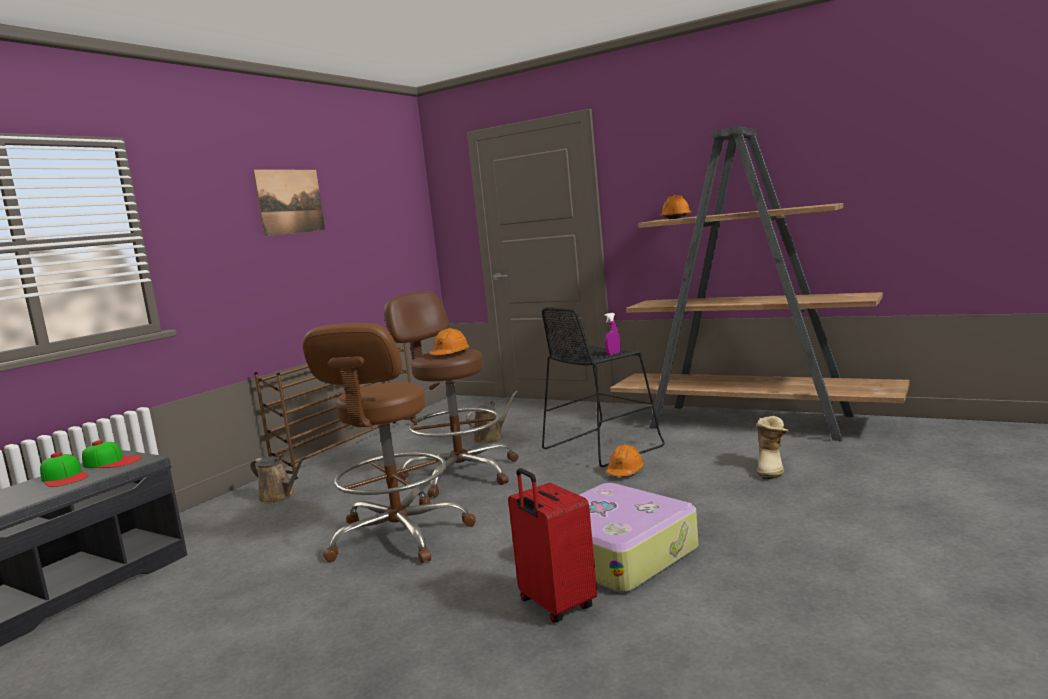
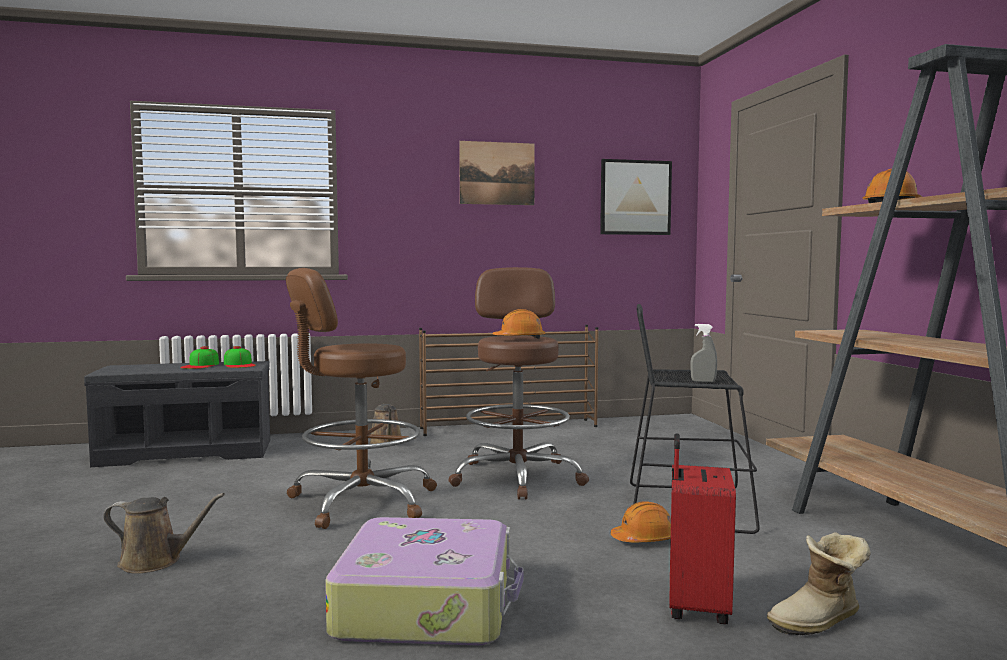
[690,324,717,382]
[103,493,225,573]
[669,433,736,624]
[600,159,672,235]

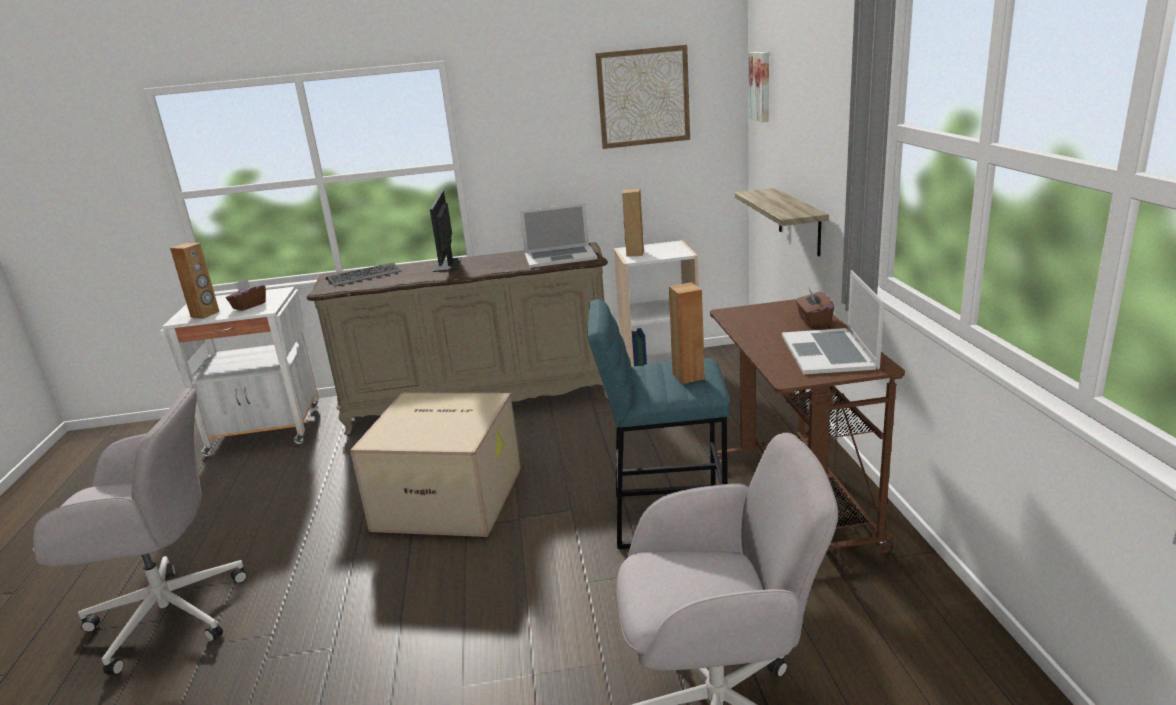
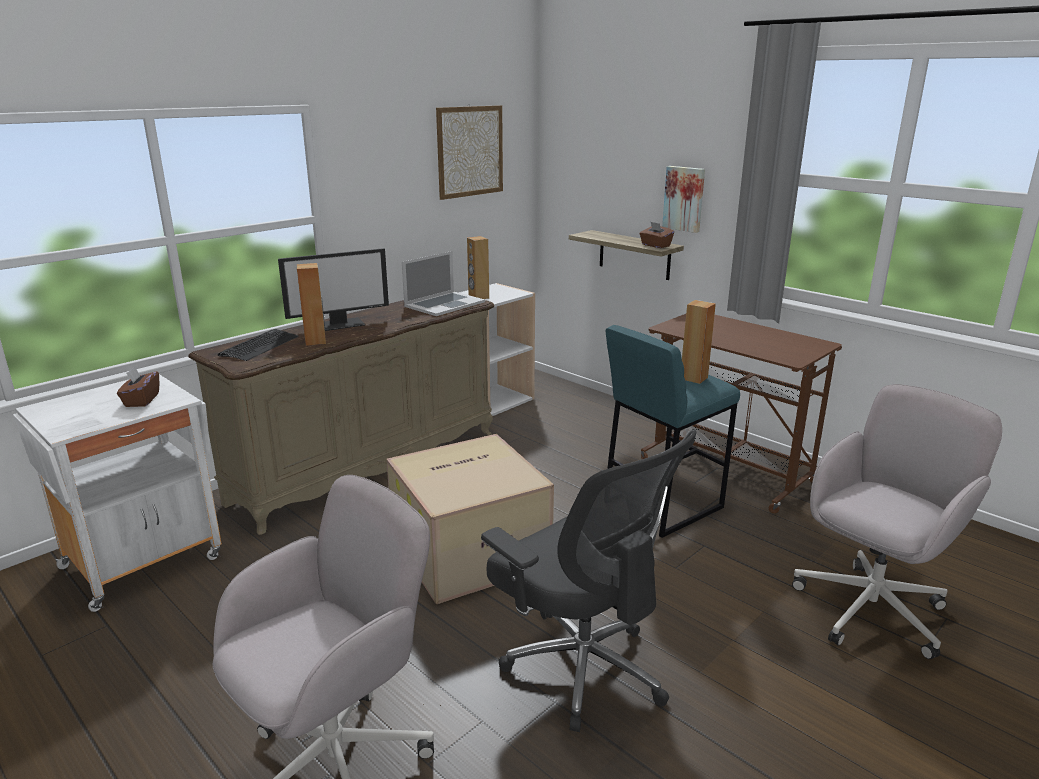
[662,166,705,233]
[278,248,389,331]
[297,263,326,346]
[782,270,884,374] (first image)
[639,221,674,248]
[481,429,697,732]

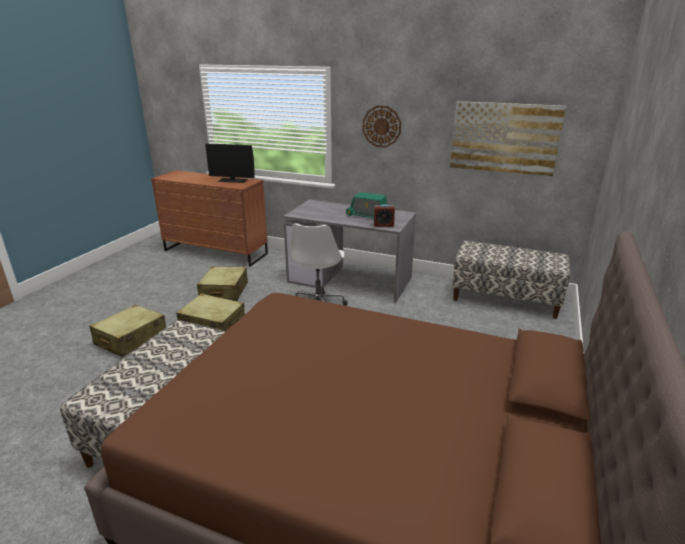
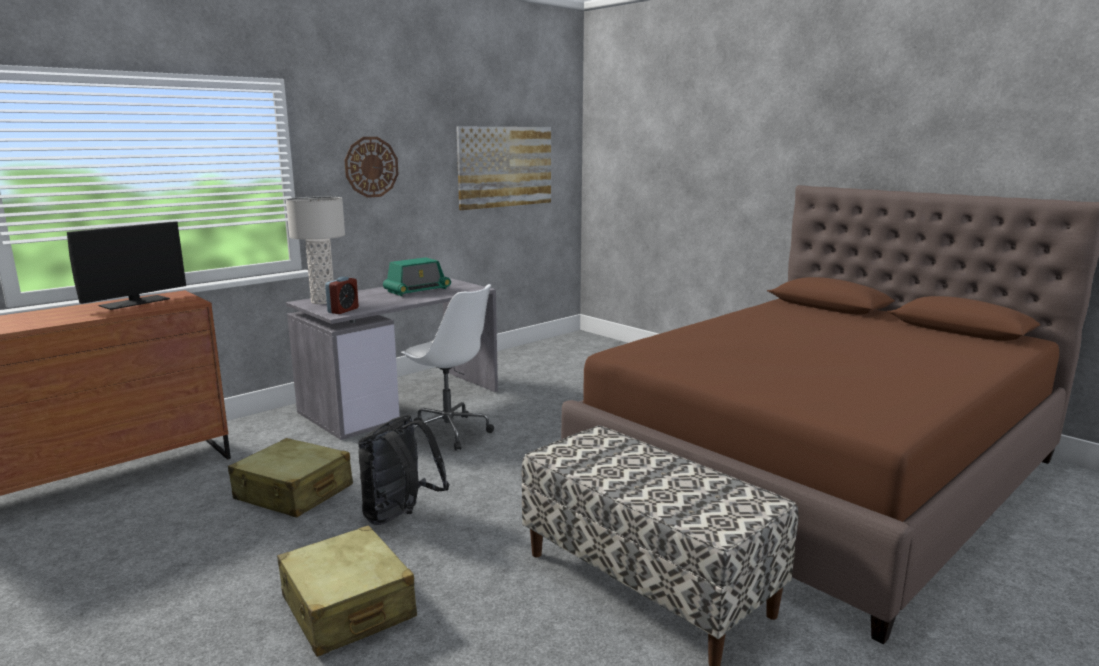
[325,277,359,314]
[452,240,570,319] (first image)
[358,415,449,525]
[286,196,345,304]

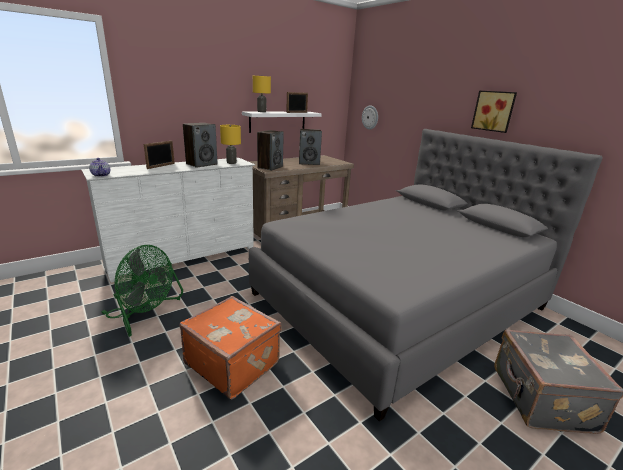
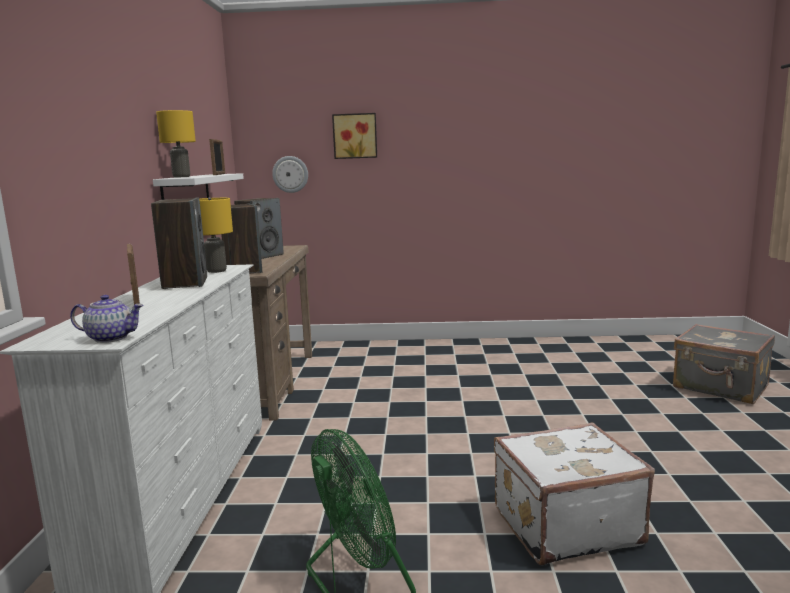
[332,113,377,159]
[249,129,603,422] (first image)
[494,422,655,566]

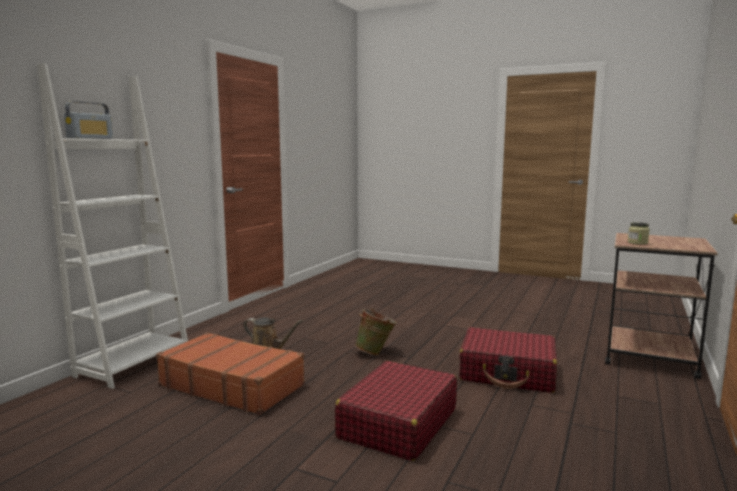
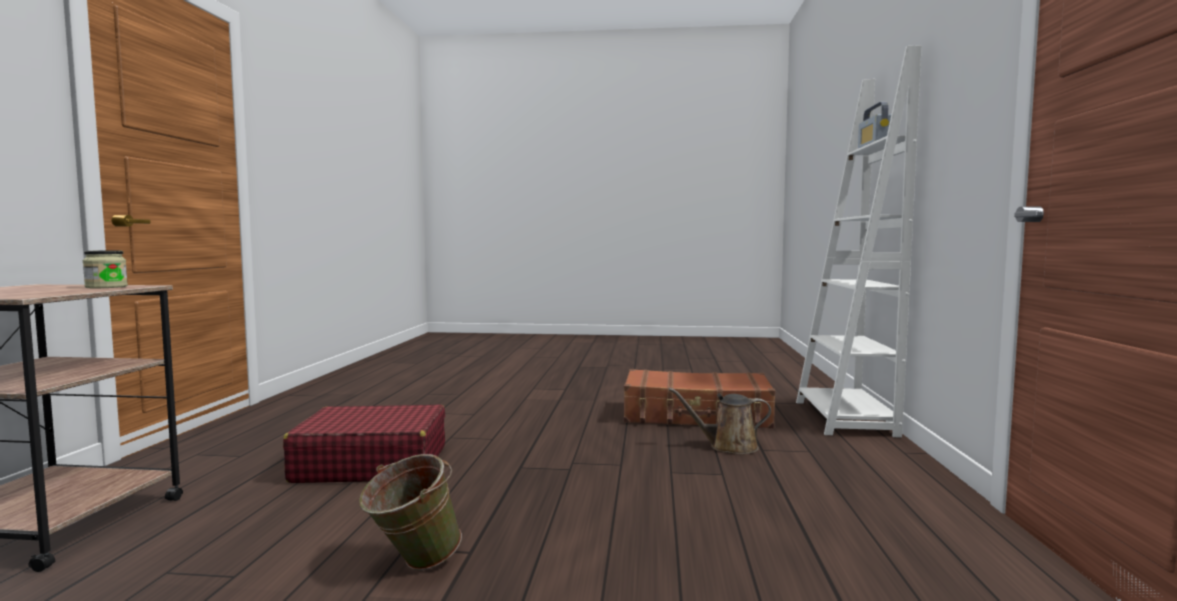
[359,454,462,570]
[335,361,457,461] (first image)

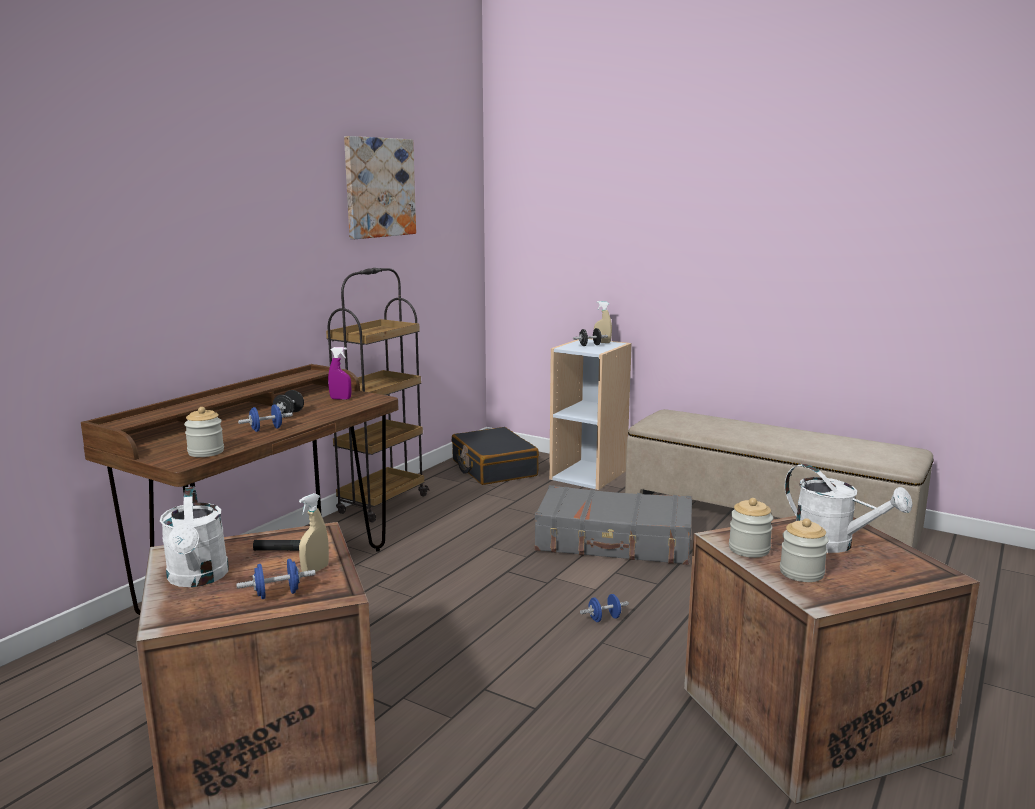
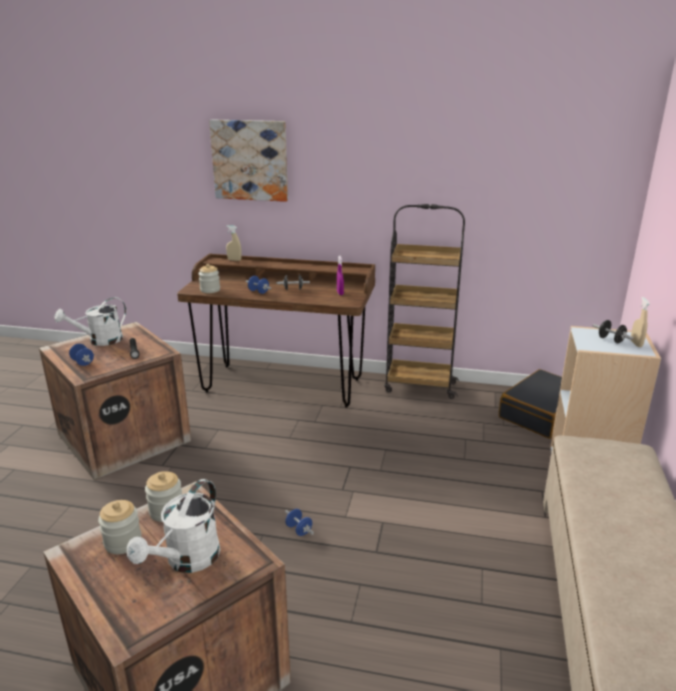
[209,120,288,202]
[535,485,692,565] (first image)
[226,225,242,261]

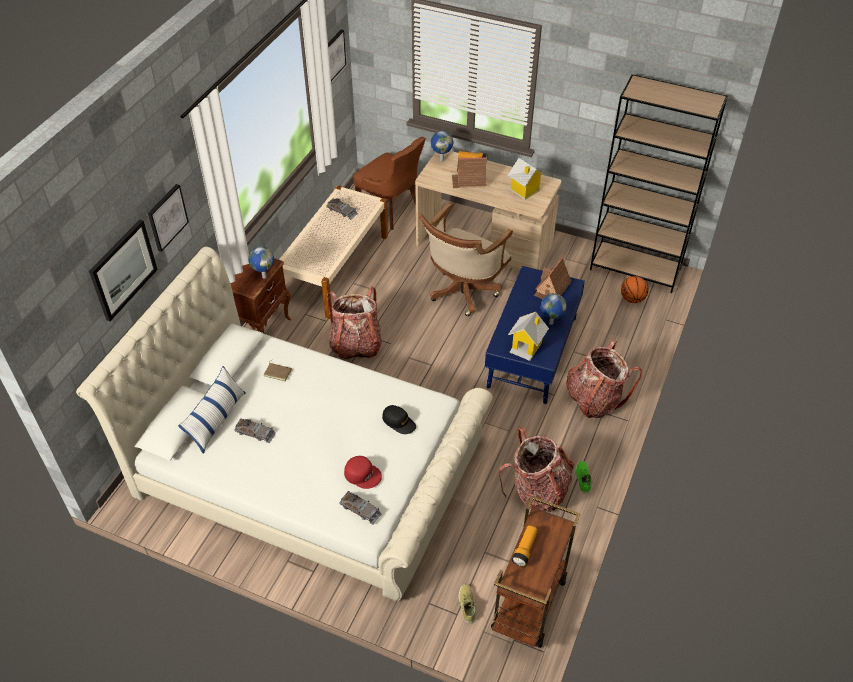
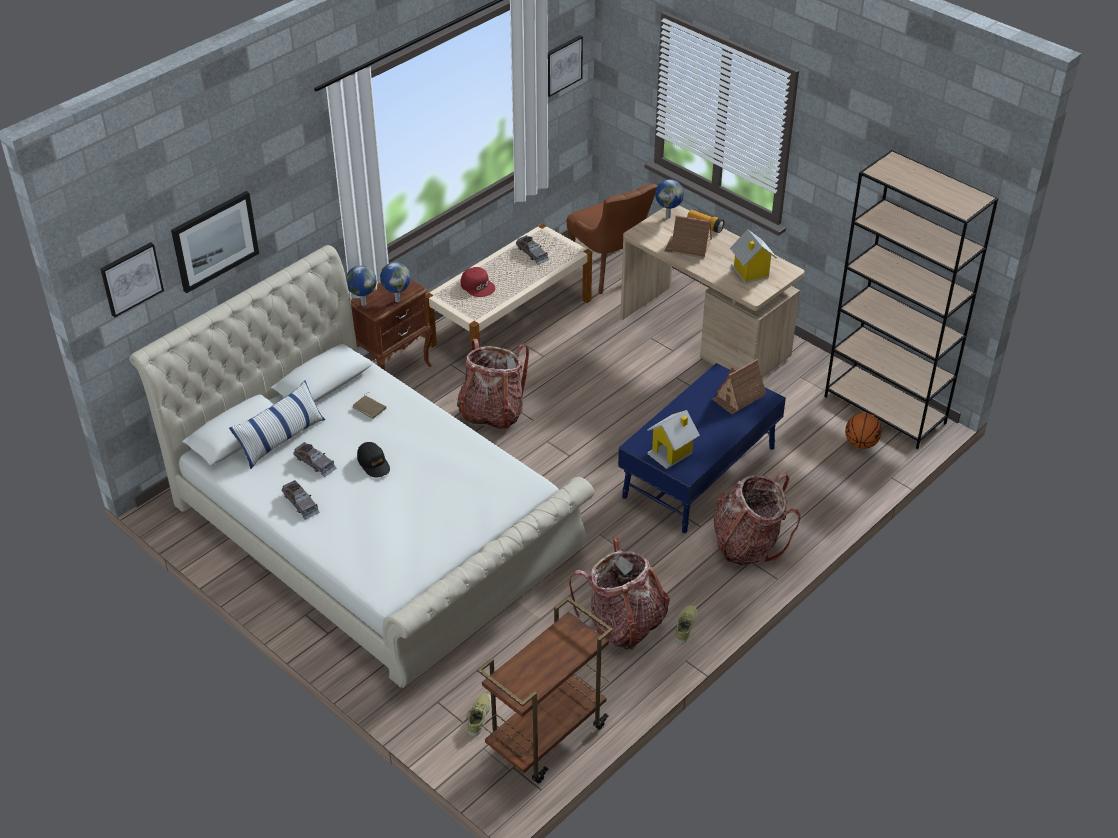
[100,242,164,317]
[418,203,513,316] (first image)
[346,265,377,306]
[357,442,390,477]
[461,267,495,297]
[675,605,697,643]
[282,480,320,520]
[511,525,538,567] (first image)

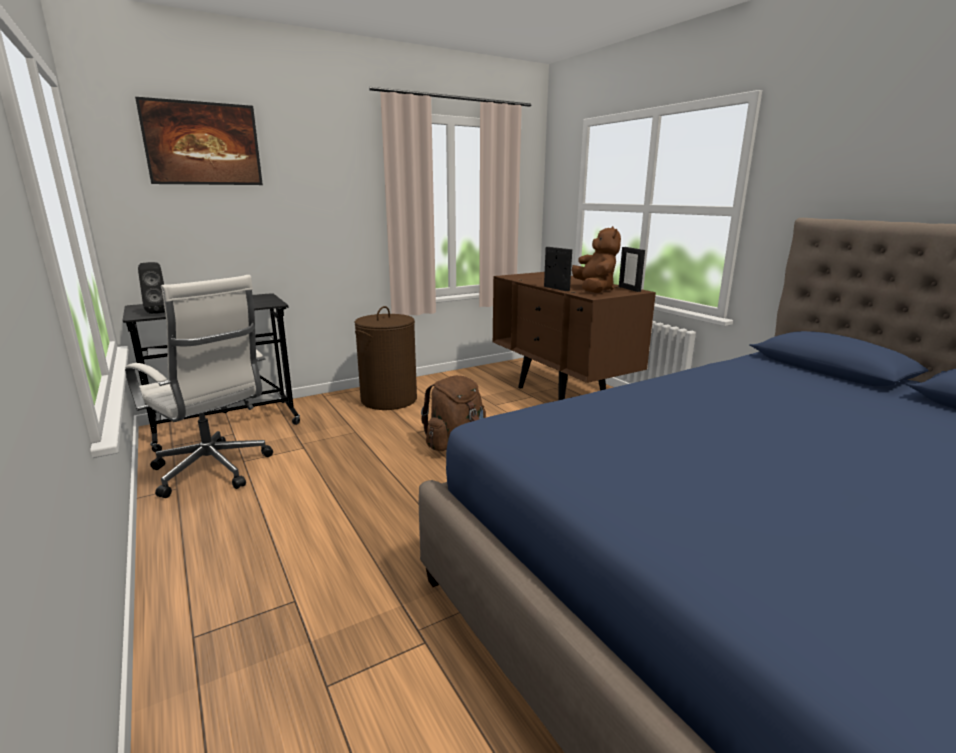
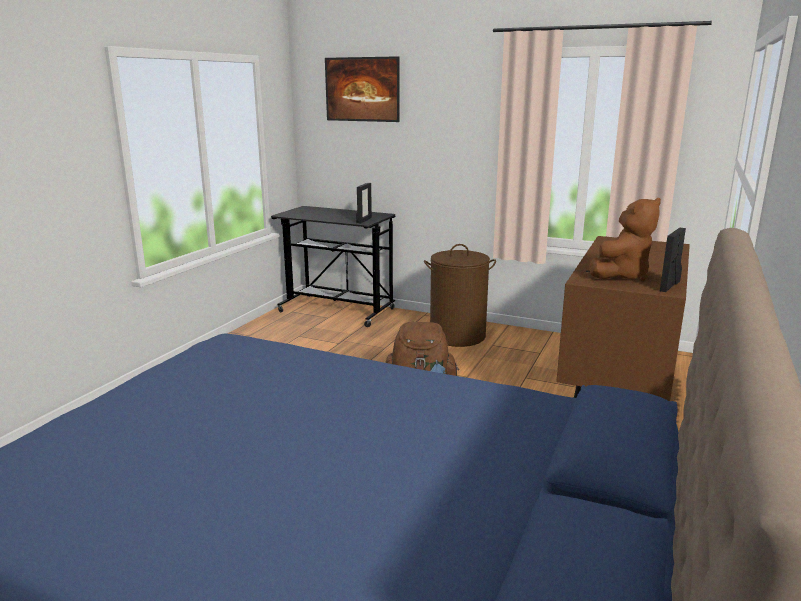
[356,183,372,223]
[138,262,165,314] (first image)
[125,275,273,498] (first image)

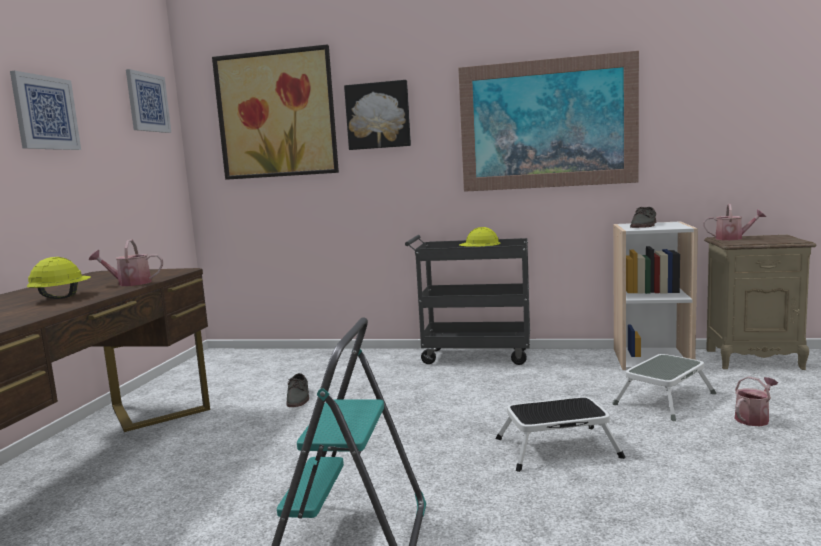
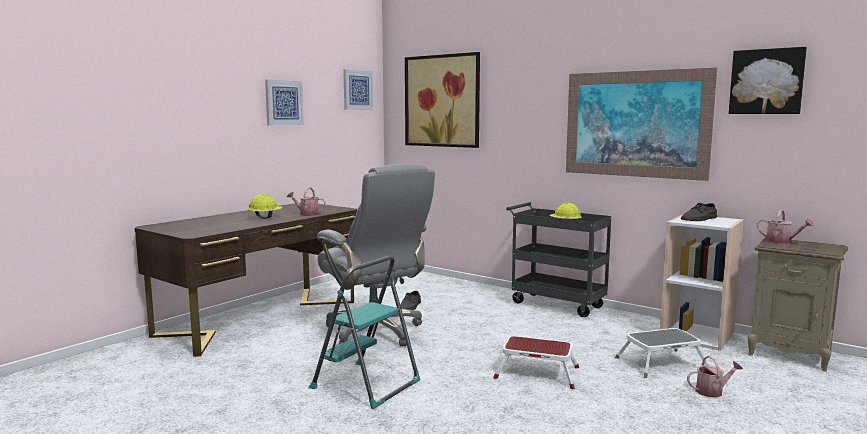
[729,47,807,114]
[493,336,579,389]
[317,164,435,347]

